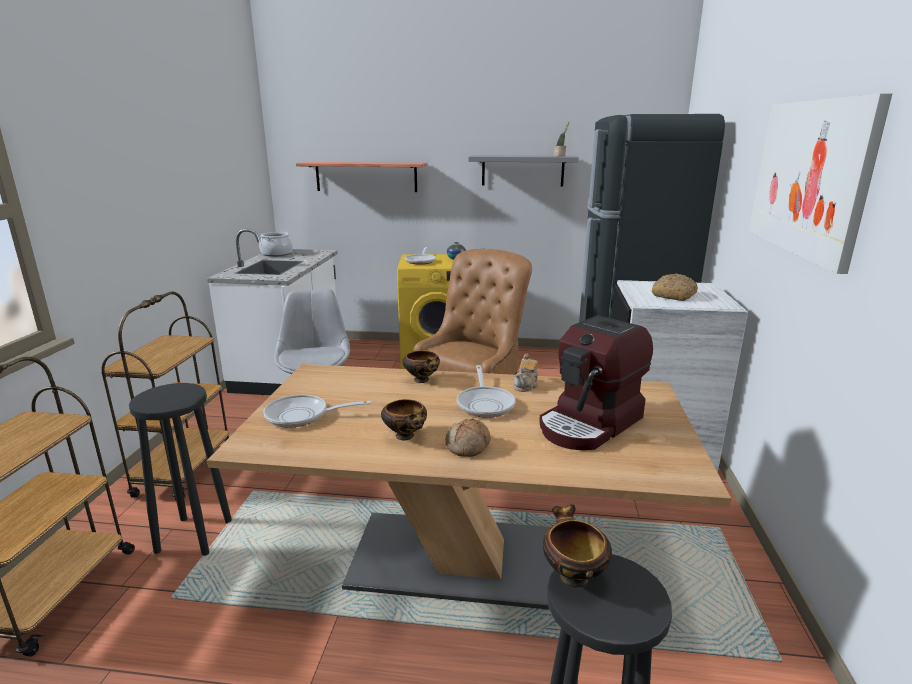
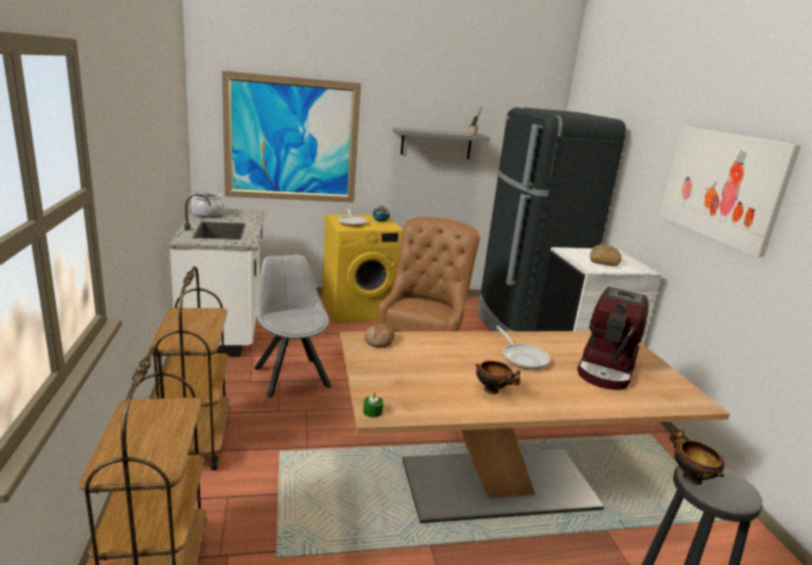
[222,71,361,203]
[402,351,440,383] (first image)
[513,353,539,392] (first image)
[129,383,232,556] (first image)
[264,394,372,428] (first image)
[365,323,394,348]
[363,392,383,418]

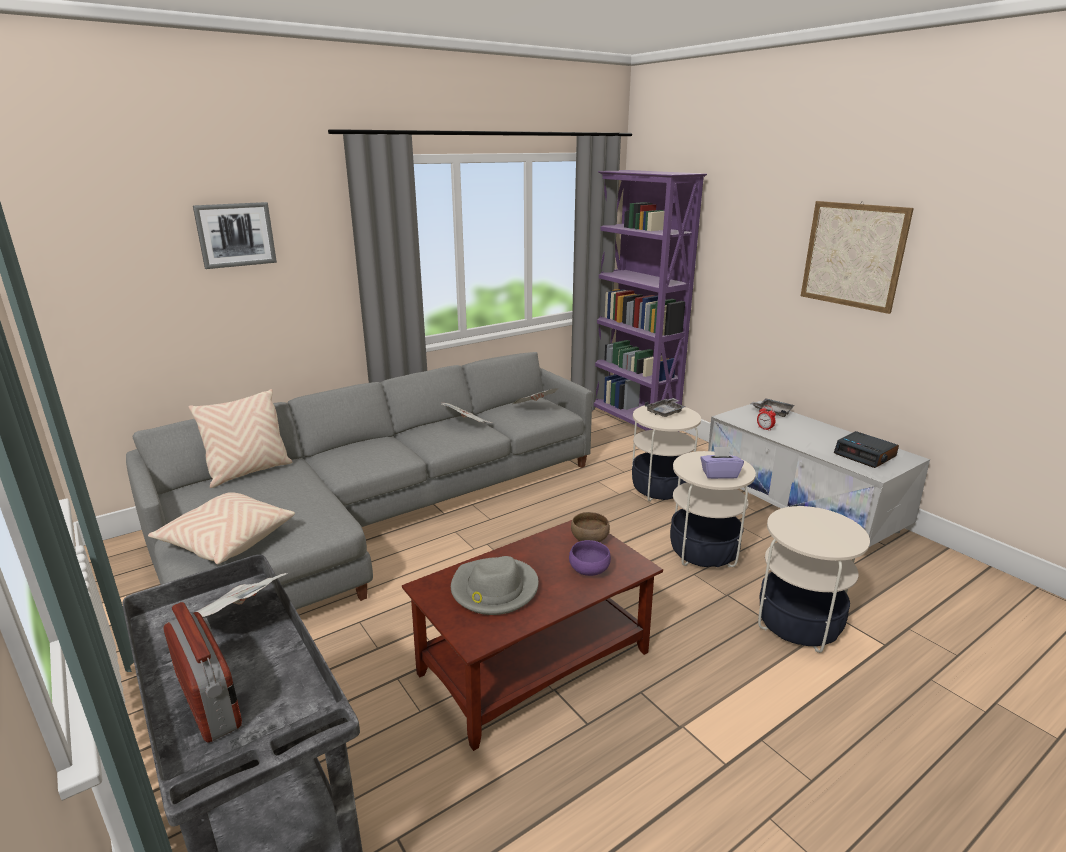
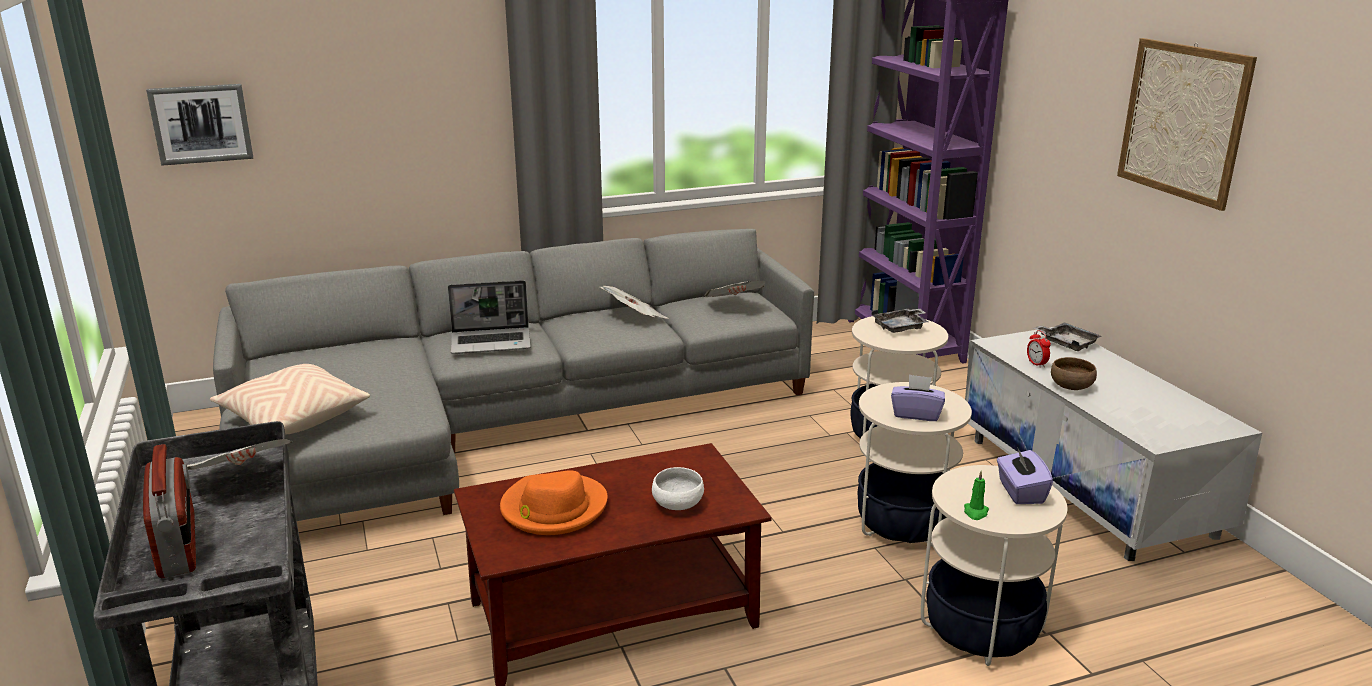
[146,84,253,166]
[189,389,292,488] (first image)
[834,431,899,468] (first image)
[1051,357,1097,390]
[652,467,704,510]
[500,470,608,535]
[448,280,531,354]
[997,447,1053,504]
[964,471,989,520]

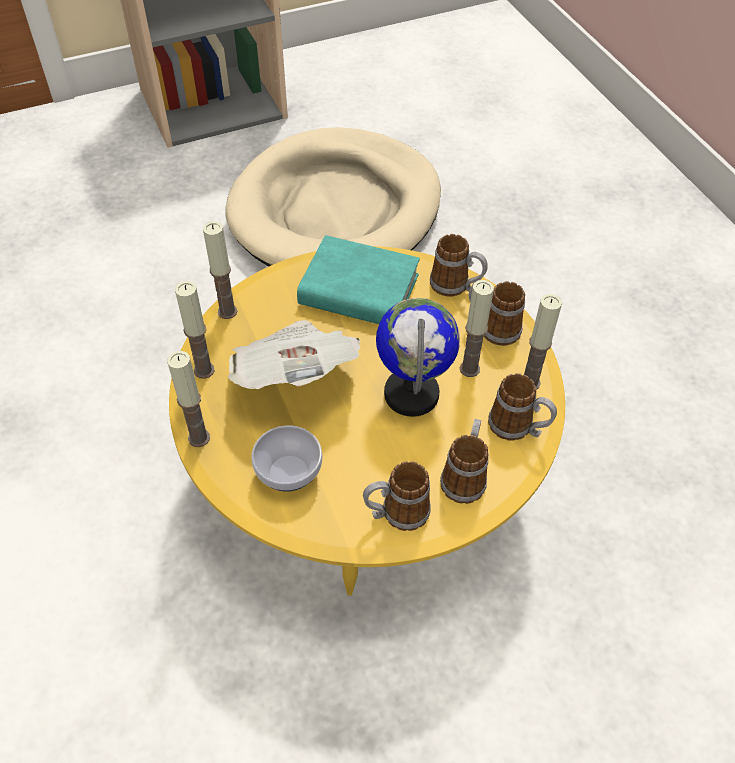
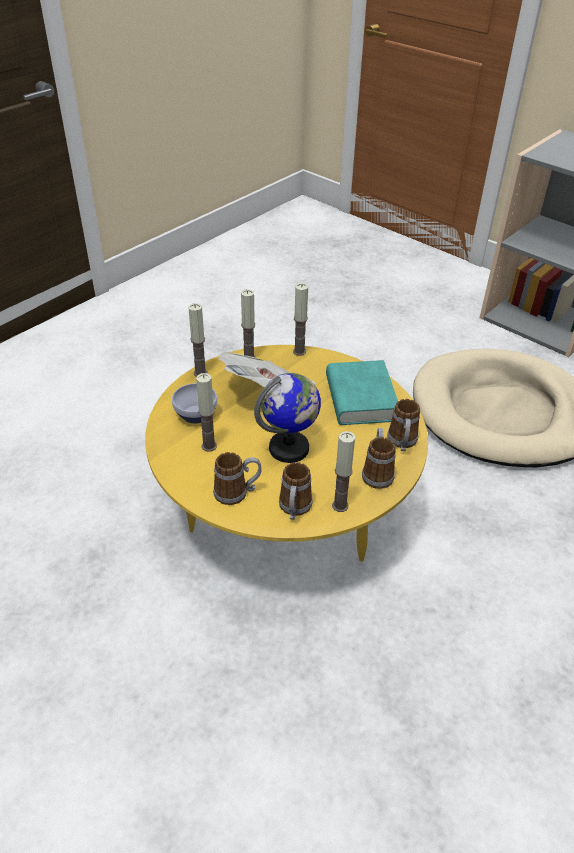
[196,373,217,452]
[363,461,431,531] (first image)

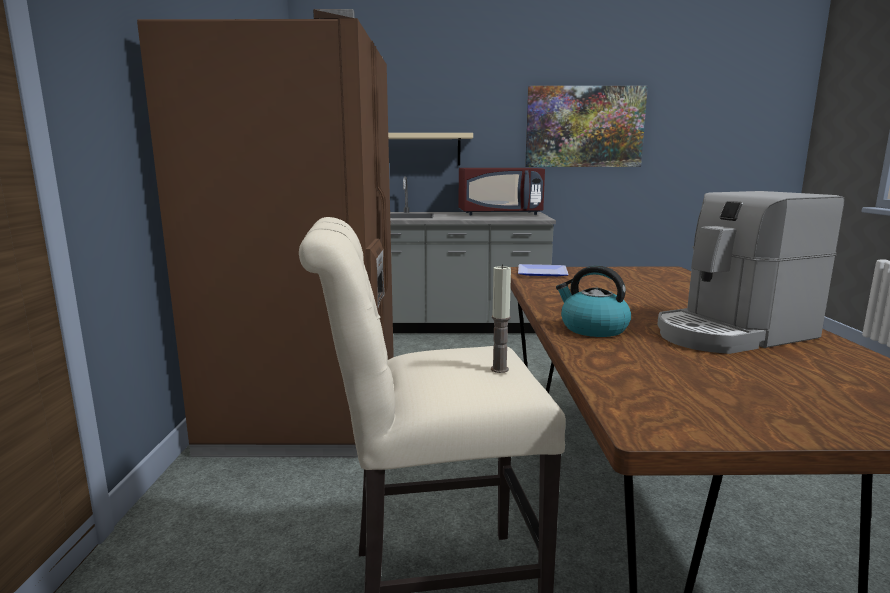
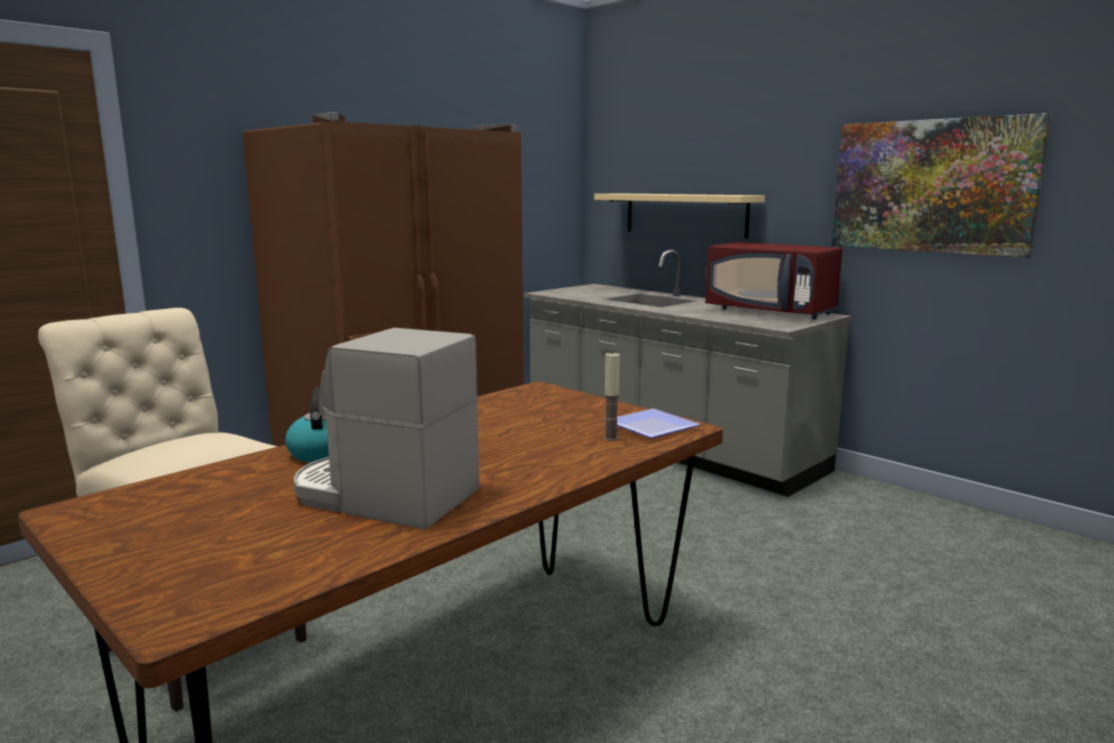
[604,352,620,441]
[605,408,700,438]

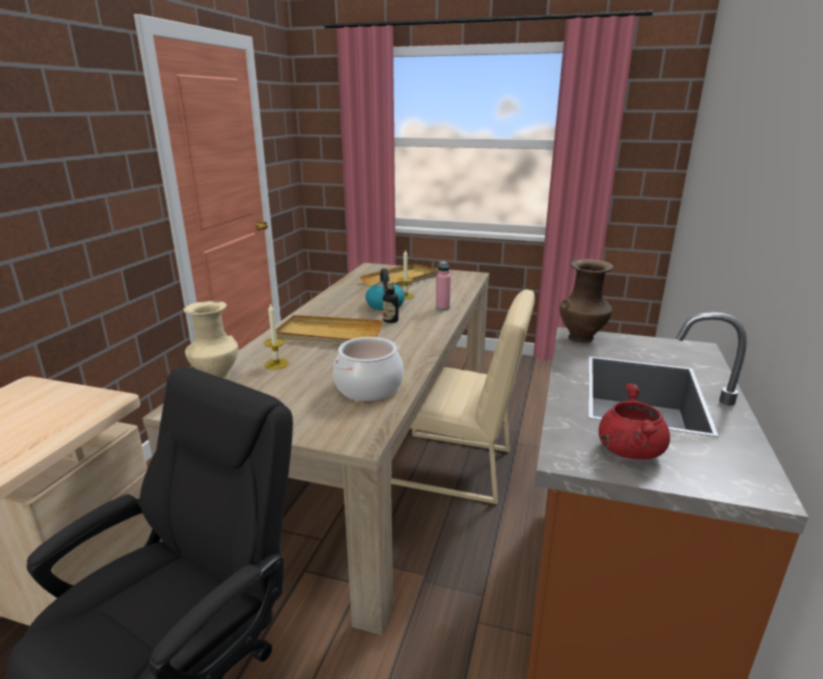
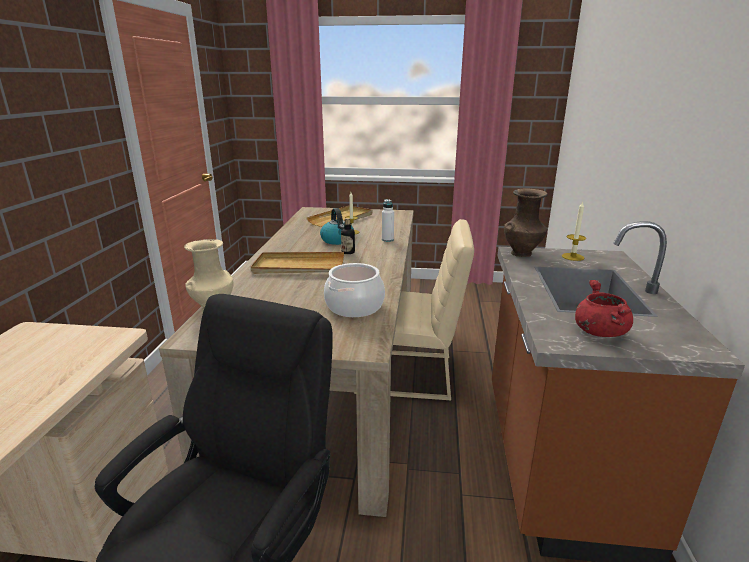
[382,199,394,242]
[562,201,586,261]

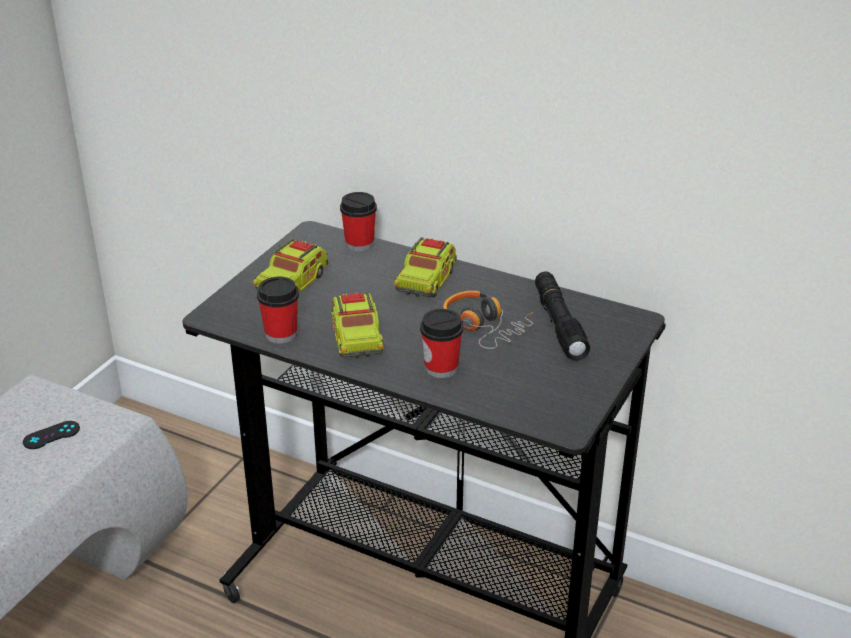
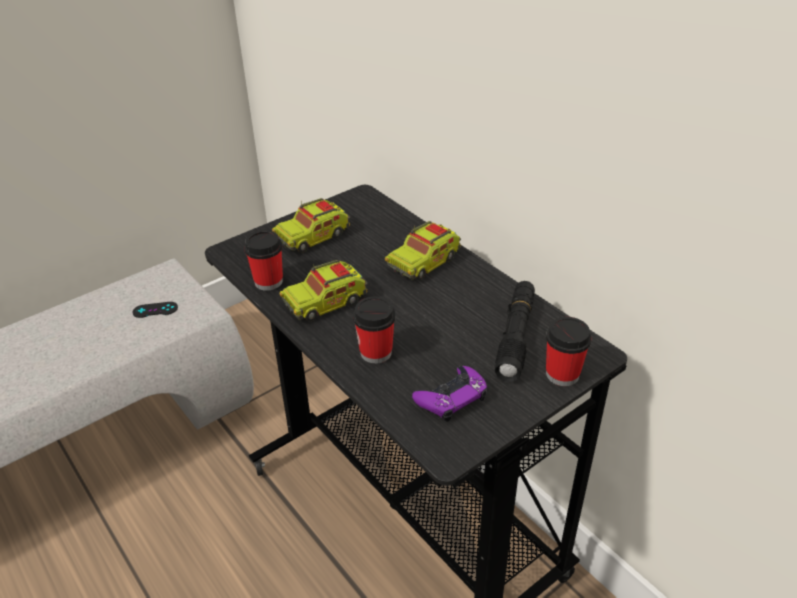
[546,317,592,386]
[443,291,533,349] (first image)
[279,260,368,321]
[412,366,488,422]

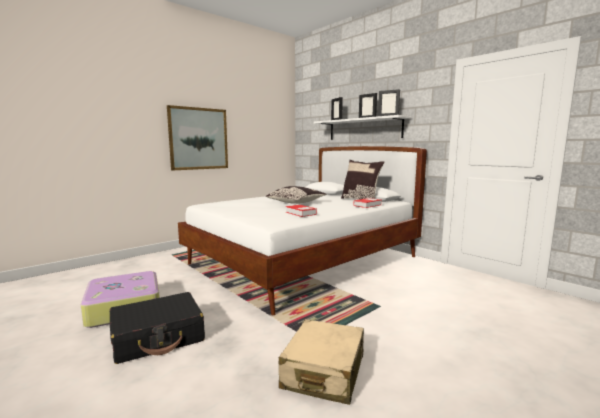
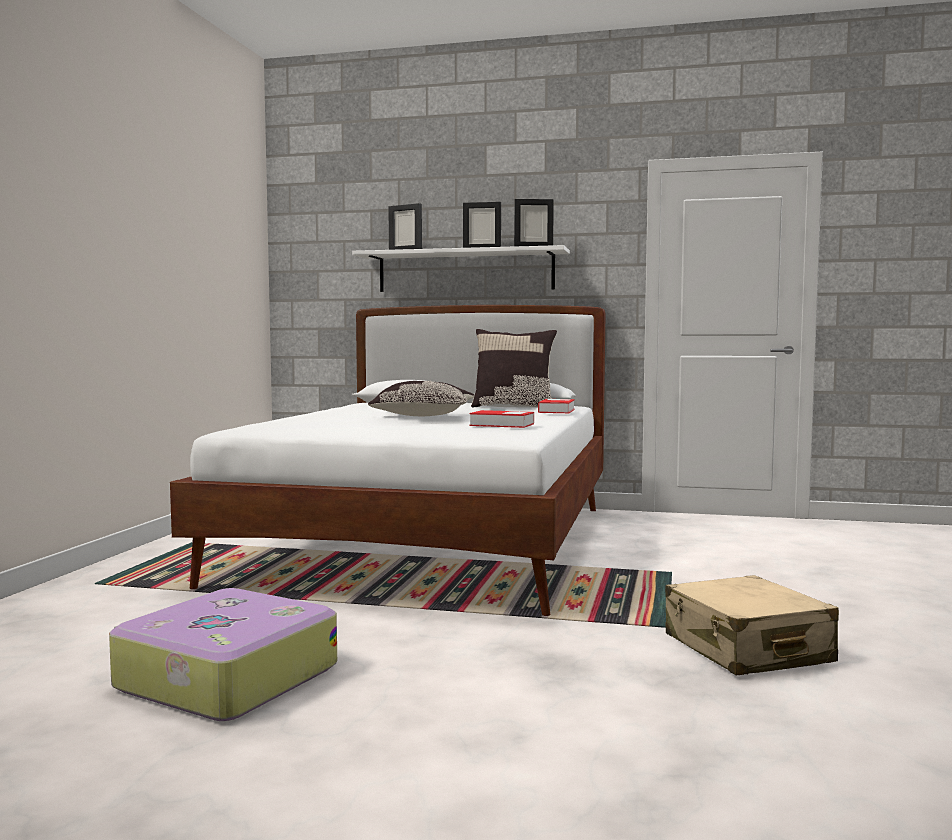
[167,105,228,171] (first image)
[110,292,205,364] (first image)

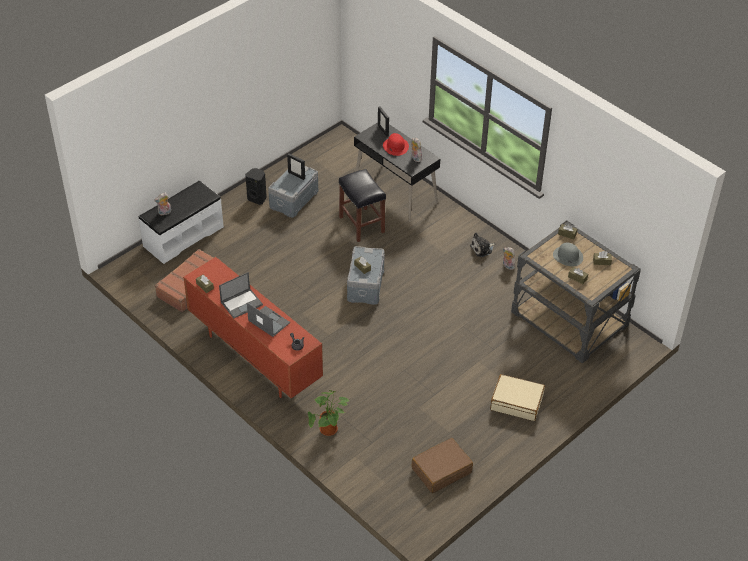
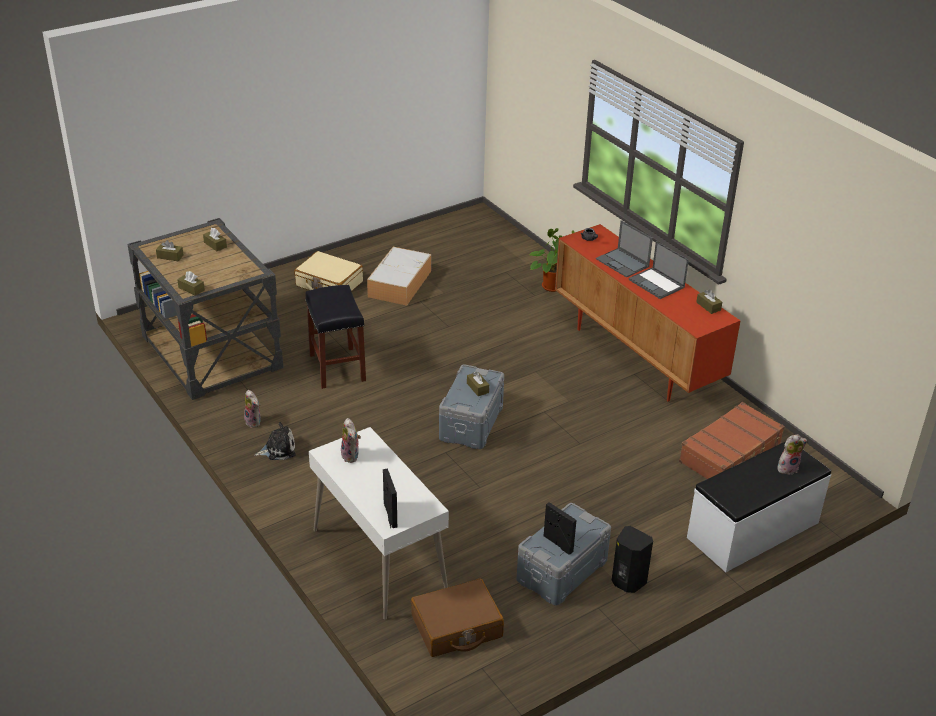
[309,427,449,620]
[383,133,409,156] (first image)
[305,285,366,389]
[553,243,583,266] (first image)
[629,241,689,299]
[411,579,504,657]
[367,247,431,306]

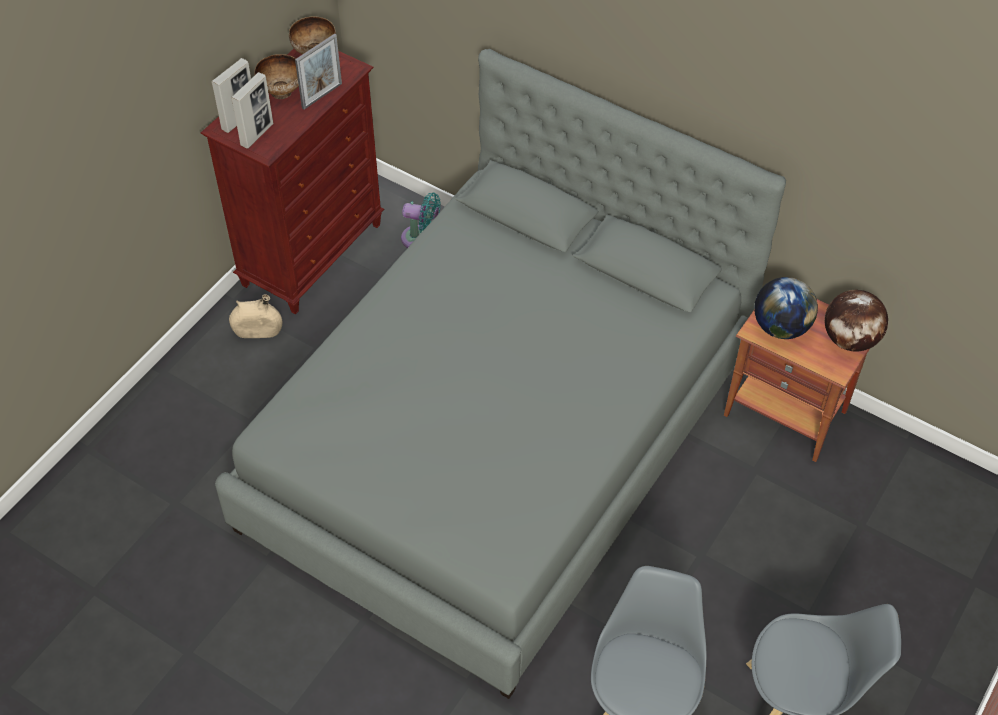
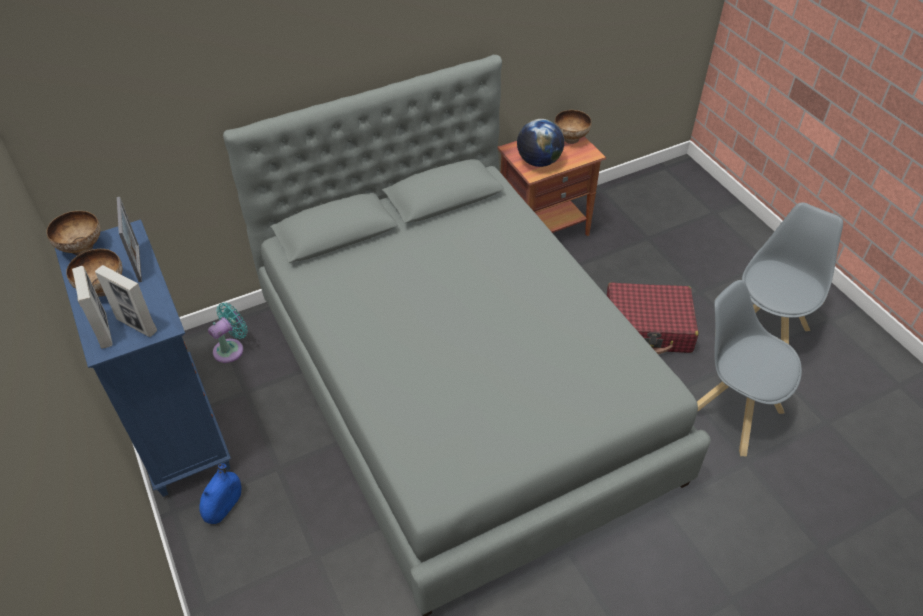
[55,219,231,497]
[95,265,157,337]
[554,110,591,144]
[199,463,241,524]
[607,282,699,354]

